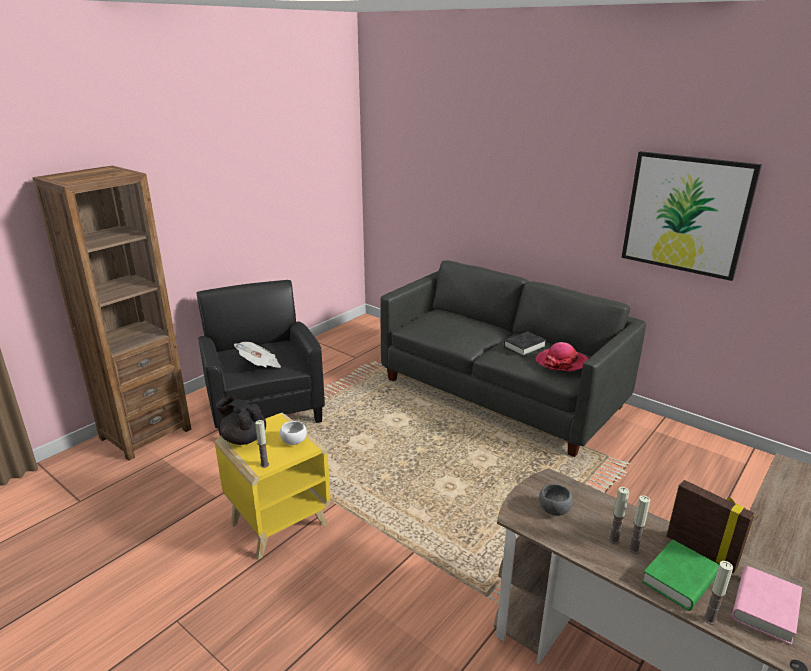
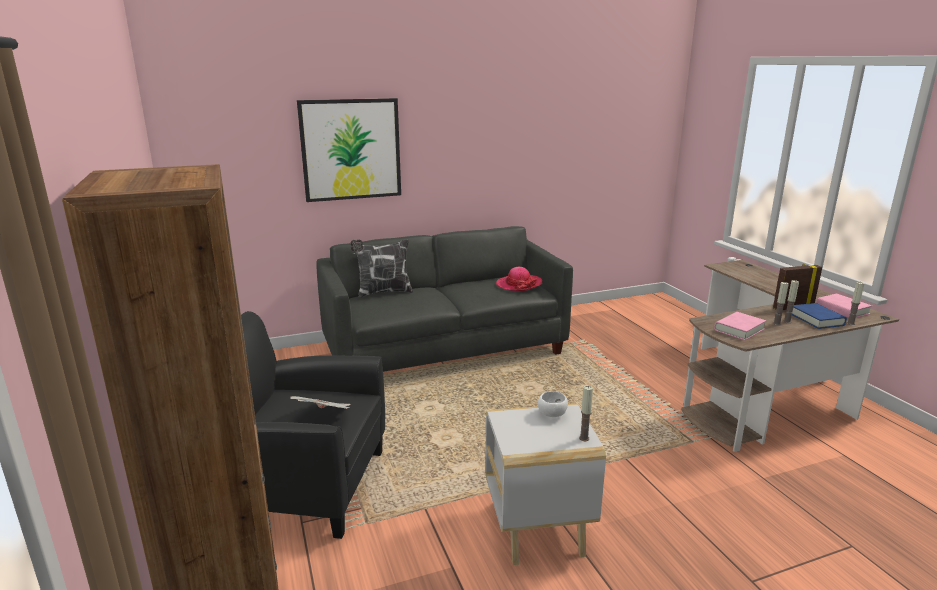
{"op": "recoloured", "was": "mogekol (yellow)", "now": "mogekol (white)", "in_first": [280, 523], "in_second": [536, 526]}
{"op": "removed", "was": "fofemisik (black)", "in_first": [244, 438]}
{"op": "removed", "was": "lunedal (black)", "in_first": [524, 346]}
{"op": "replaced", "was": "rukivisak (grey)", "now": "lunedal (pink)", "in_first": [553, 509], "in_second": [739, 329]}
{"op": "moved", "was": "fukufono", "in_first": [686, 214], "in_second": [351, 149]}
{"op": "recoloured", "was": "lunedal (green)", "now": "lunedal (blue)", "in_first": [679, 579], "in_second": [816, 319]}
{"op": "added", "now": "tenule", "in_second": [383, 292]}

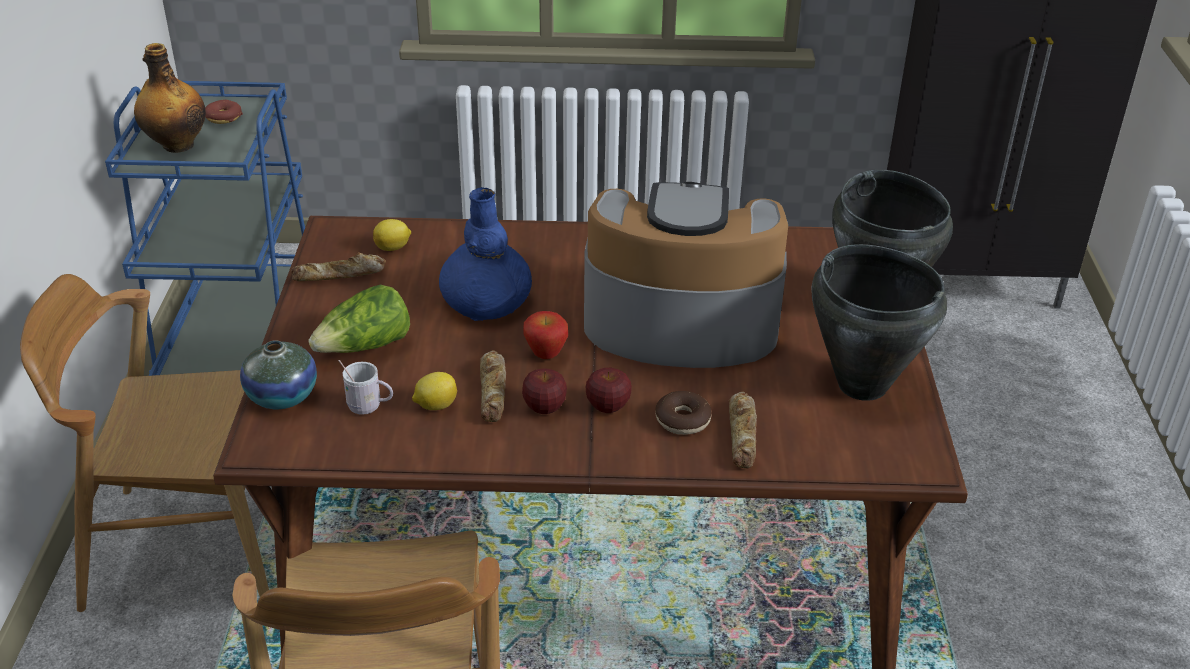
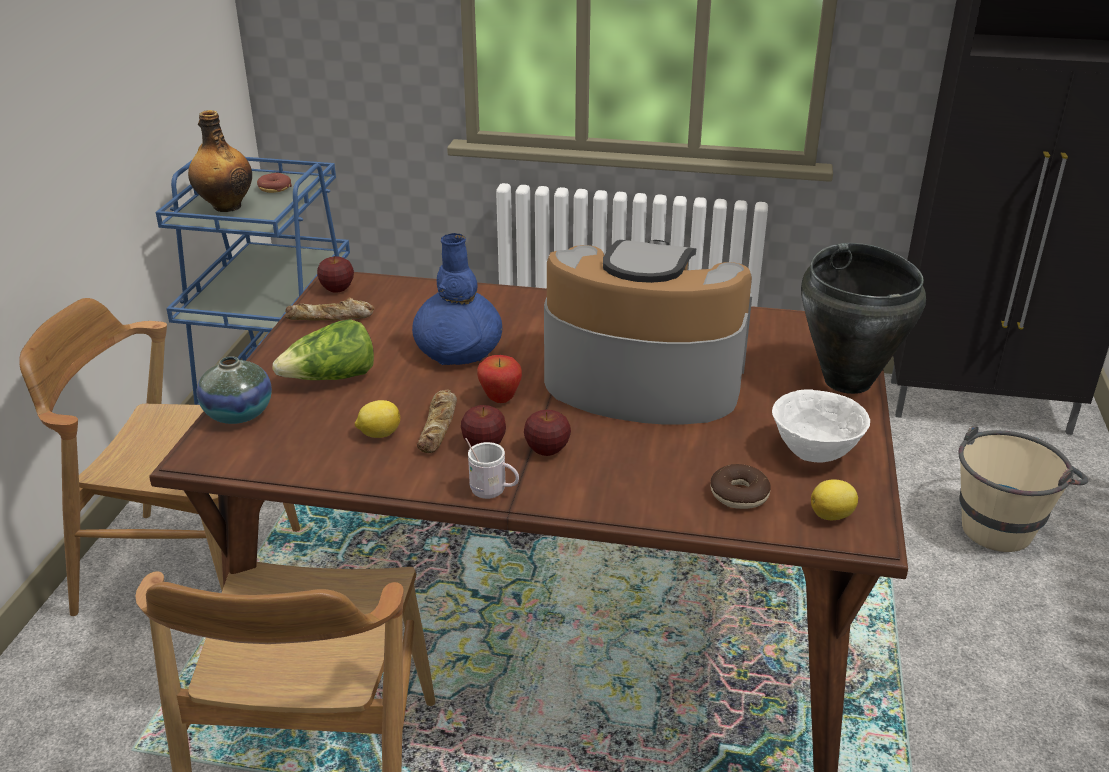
{"op": "moved", "was": "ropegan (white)", "in_first": [369, 407], "in_second": [493, 492]}
{"op": "moved", "was": "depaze", "in_first": [393, 248], "in_second": [832, 515]}
{"op": "moved", "was": "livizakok", "in_first": [682, 420], "in_second": [739, 494]}
{"op": "removed", "was": "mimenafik", "in_first": [743, 435]}
{"op": "replaced", "was": "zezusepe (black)", "now": "rukivisak (white)", "in_first": [862, 384], "in_second": [814, 452]}
{"op": "added", "now": "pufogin", "in_second": [337, 289]}
{"op": "added", "now": "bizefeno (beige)", "in_second": [1003, 523]}

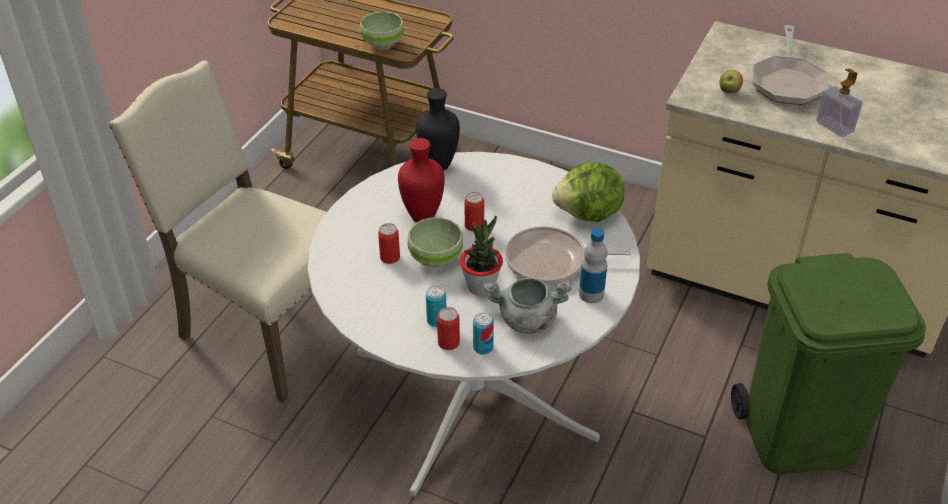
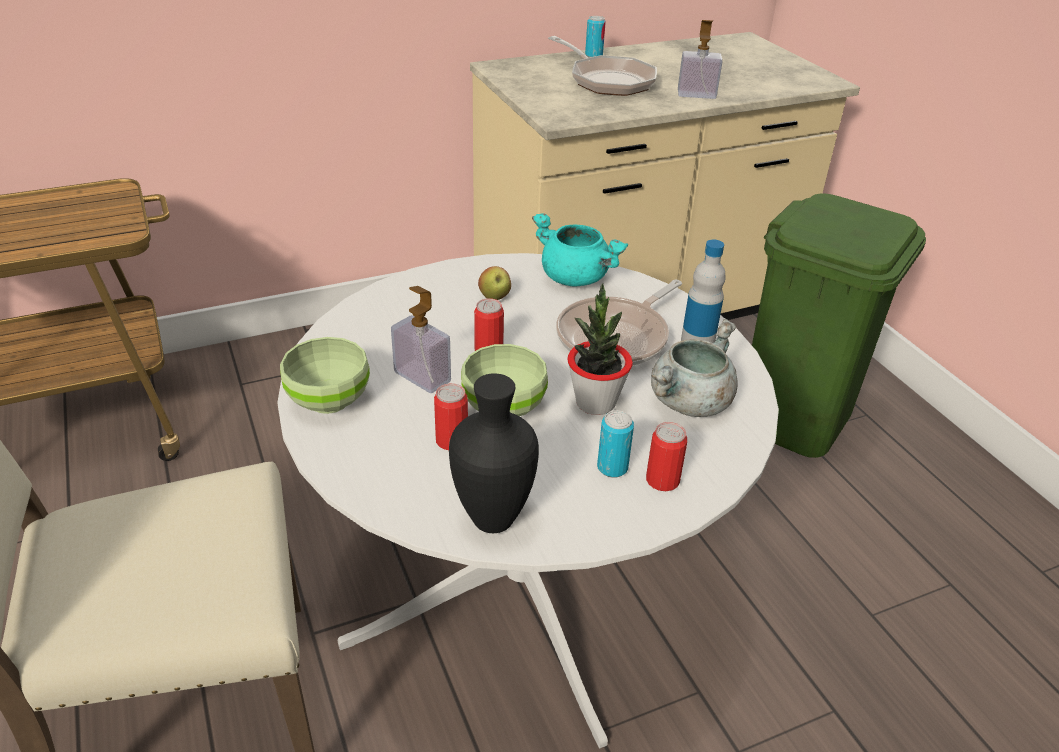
{"op": "moved", "was": "rukivisak (green)", "in_first": [383, 43], "in_second": [329, 399]}
{"op": "replaced", "was": "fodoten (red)", "now": "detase", "in_first": [424, 218], "in_second": [422, 377]}
{"op": "moved", "was": "fodoten (black)", "in_first": [440, 166], "in_second": [495, 518]}
{"op": "moved", "was": "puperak", "in_first": [483, 347], "in_second": [593, 55]}
{"op": "replaced", "was": "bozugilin", "now": "zezusepe (turquoise)", "in_first": [589, 214], "in_second": [576, 278]}
{"op": "moved", "was": "pufogin", "in_first": [728, 91], "in_second": [494, 297]}

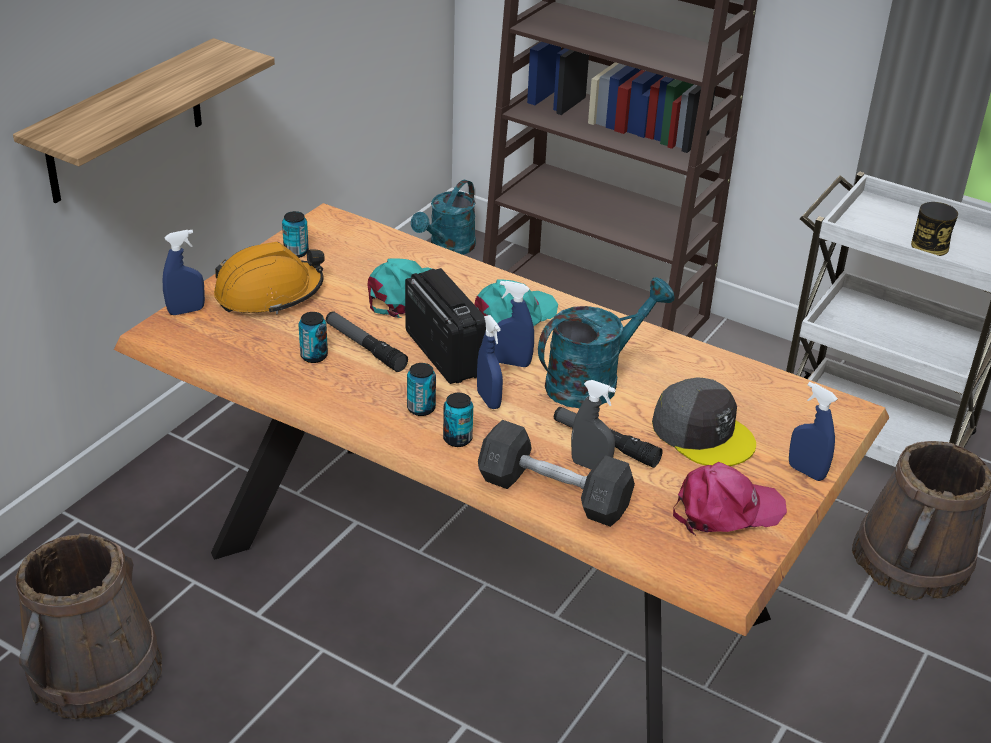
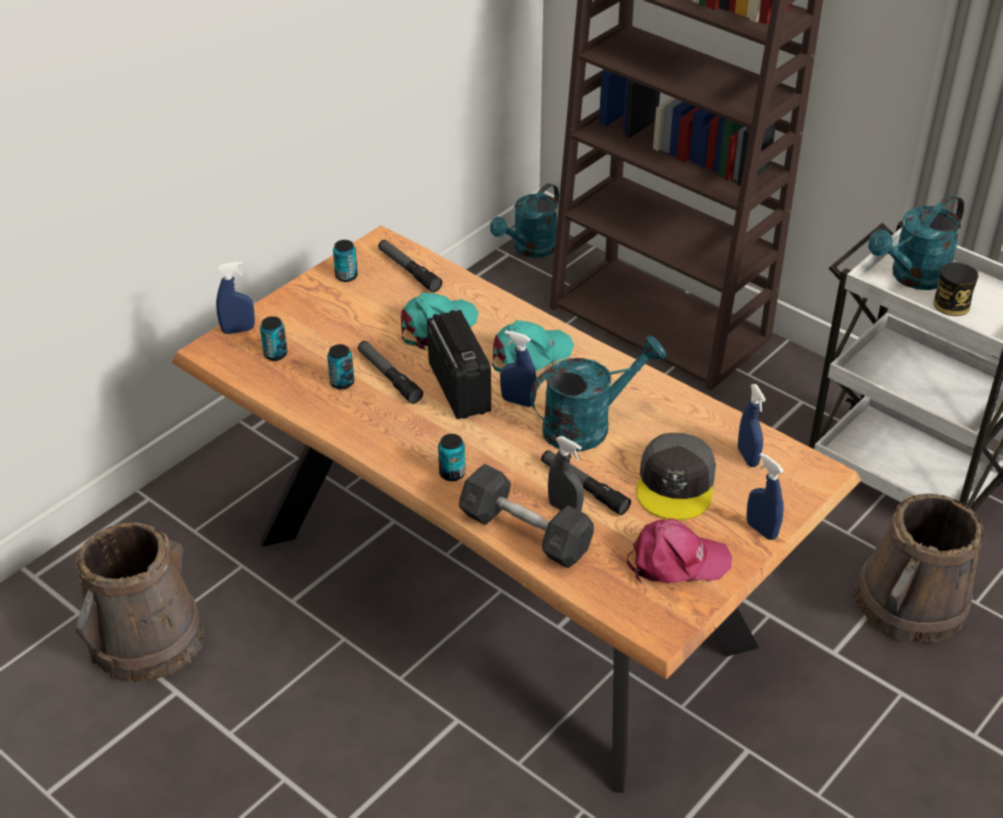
{"op": "removed", "was": "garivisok", "in_first": [125, 122]}
{"op": "removed", "was": "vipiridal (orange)", "in_first": [269, 294]}
{"op": "moved", "was": "puperak", "in_first": [421, 408], "in_second": [275, 354]}
{"op": "moved", "was": "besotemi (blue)", "in_first": [488, 400], "in_second": [748, 457]}
{"op": "turned", "was": "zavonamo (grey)", "in_first": [703, 433], "in_second": [676, 484], "clockwise": 45}
{"op": "added", "now": "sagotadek", "in_second": [409, 270]}
{"op": "added", "now": "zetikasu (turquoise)", "in_second": [913, 278]}

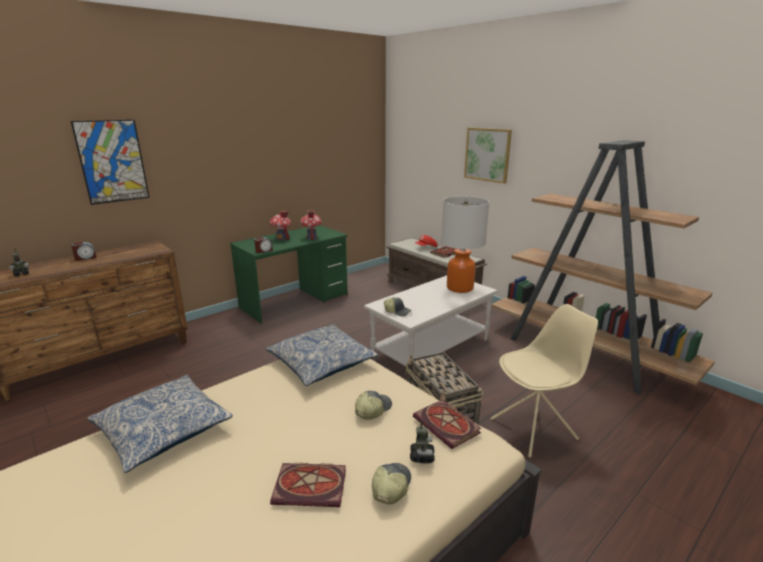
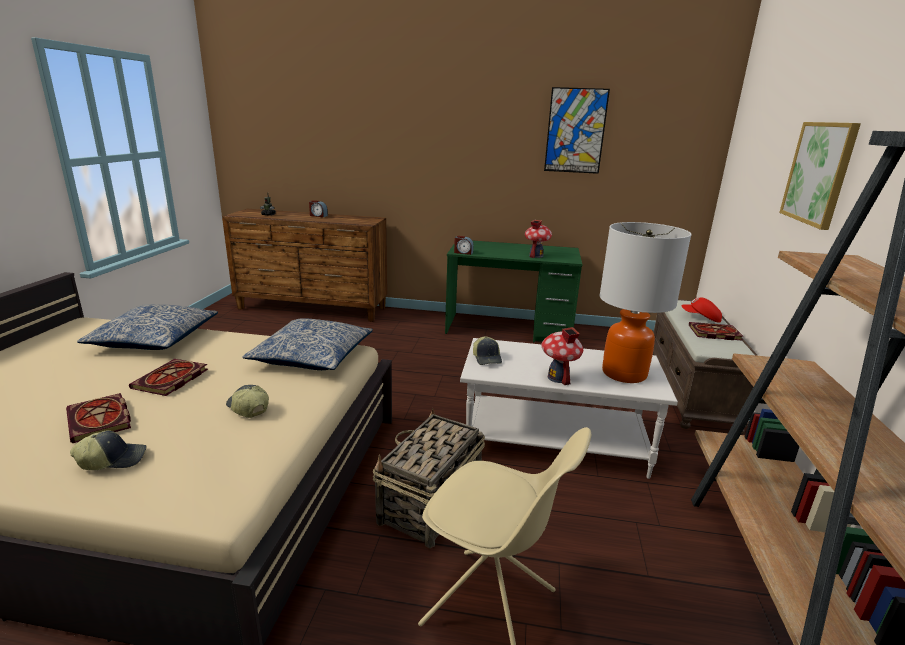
{"op": "moved", "was": "fukufono", "in_first": [112, 161], "in_second": [575, 131]}
{"op": "moved", "was": "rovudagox", "in_first": [281, 238], "in_second": [558, 377]}
{"op": "turned", "was": "zavonamo", "in_first": [372, 409], "in_second": [247, 408], "clockwise": -135}
{"op": "removed", "was": "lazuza", "in_first": [422, 456]}
{"op": "moved", "was": "lunedal", "in_first": [448, 426], "in_second": [170, 380]}

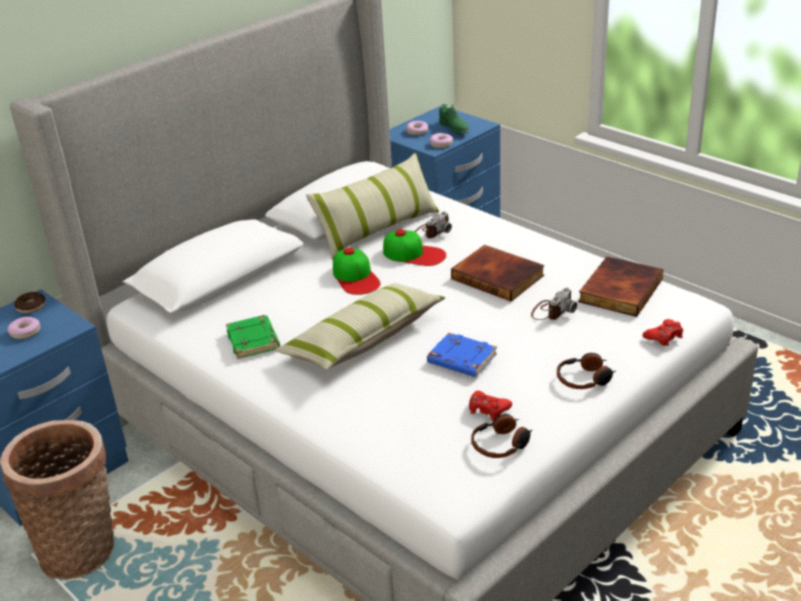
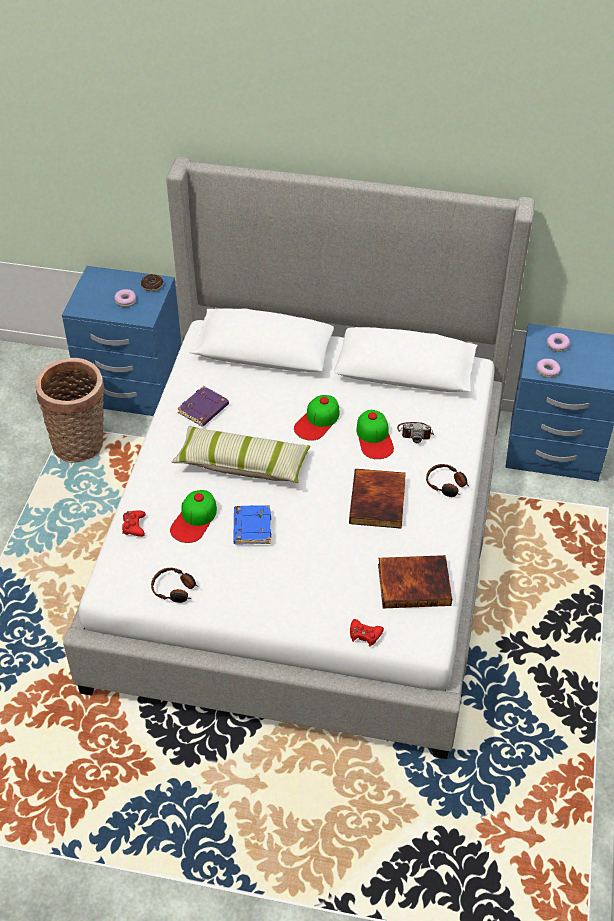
{"op": "recoloured", "was": "lunedal (green)", "now": "lunedal (purple)", "in_first": [254, 341], "in_second": [203, 410]}
{"op": "removed", "was": "tenule", "in_first": [377, 229]}
{"op": "removed", "was": "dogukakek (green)", "in_first": [454, 129]}
{"op": "moved", "was": "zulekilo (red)", "in_first": [488, 409], "in_second": [134, 526]}
{"op": "removed", "was": "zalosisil", "in_first": [552, 311]}
{"op": "moved", "was": "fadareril", "in_first": [585, 379], "in_second": [446, 484]}
{"op": "added", "now": "zavonamo", "in_second": [194, 519]}

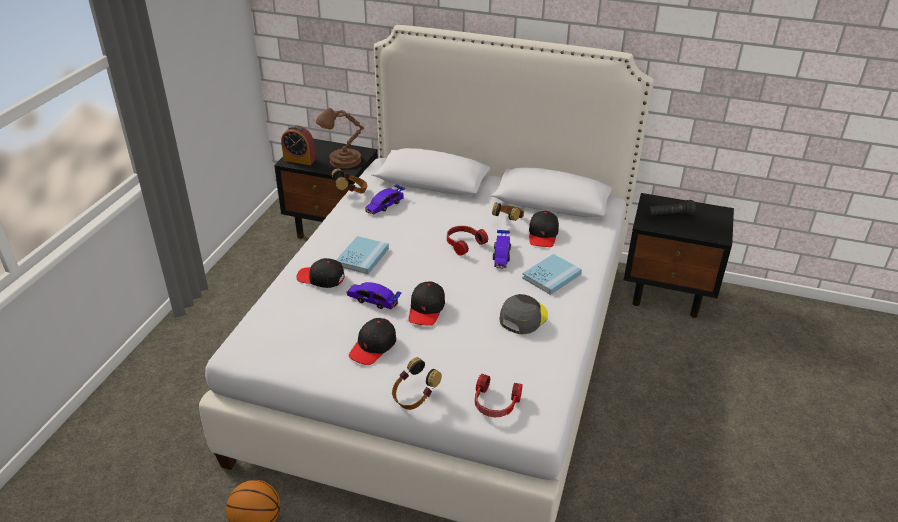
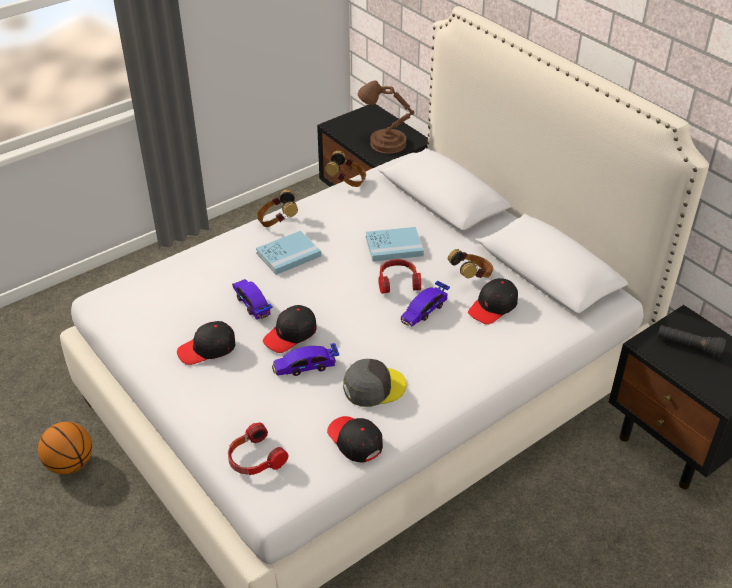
{"op": "removed", "was": "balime", "in_first": [299, 160]}
{"op": "moved", "was": "zavonamo (black)", "in_first": [321, 278], "in_second": [354, 441]}
{"op": "moved", "was": "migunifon", "in_first": [385, 205], "in_second": [305, 366]}
{"op": "moved", "was": "fadareril", "in_first": [414, 397], "in_second": [277, 221]}
{"op": "moved", "was": "lunedal (blue)", "in_first": [551, 276], "in_second": [394, 246]}

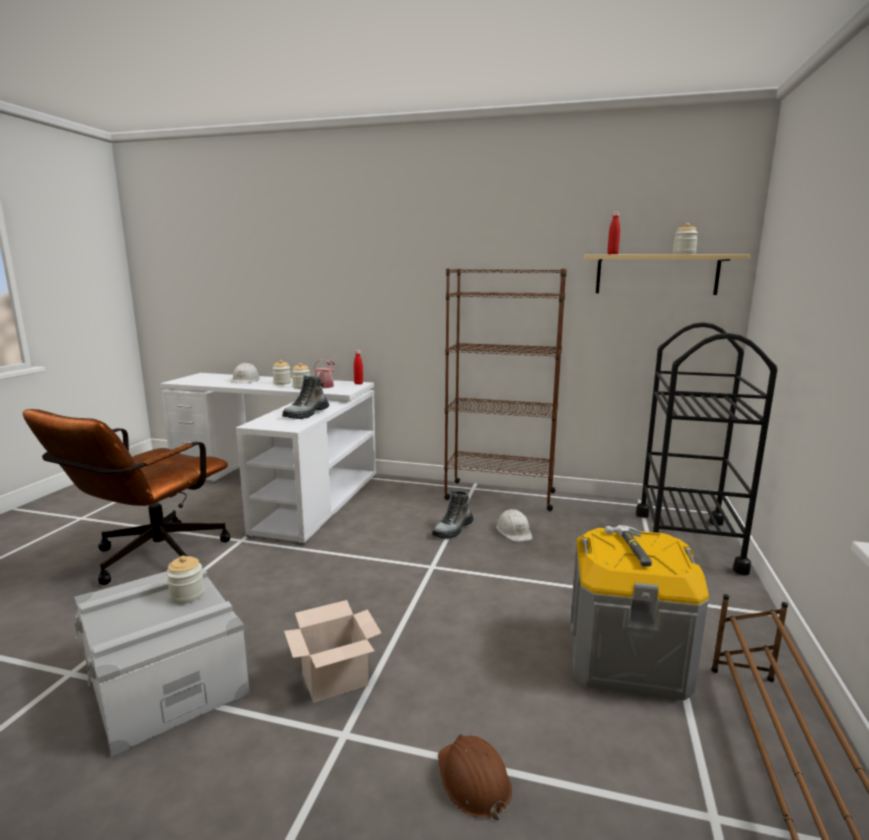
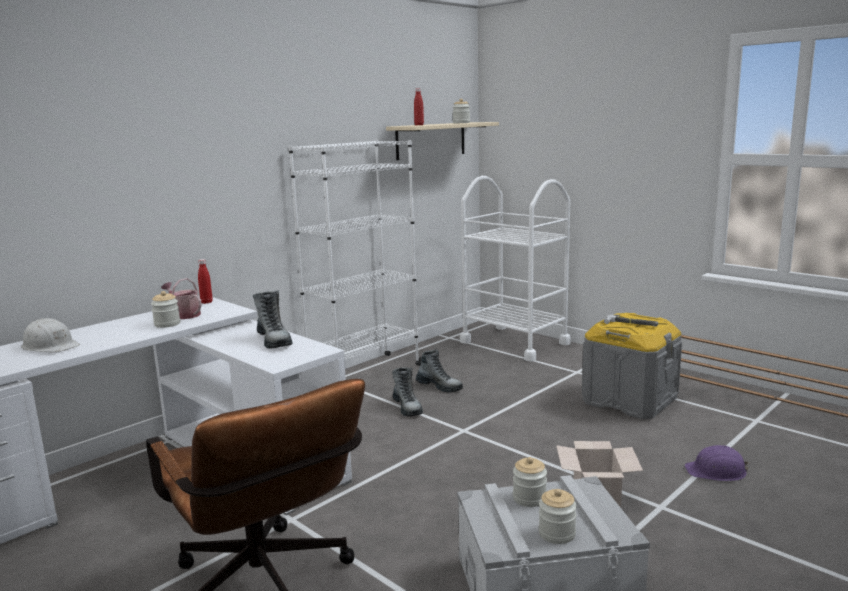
{"op": "moved", "was": "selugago", "in_first": [282, 383], "in_second": [557, 534]}
{"op": "recoloured", "was": "vipiridal (brown)", "now": "vipiridal (purple)", "in_first": [473, 780], "in_second": [716, 471]}
{"op": "recoloured", "was": "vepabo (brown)", "now": "vepabo (white)", "in_first": [499, 495], "in_second": [365, 374]}
{"op": "replaced", "was": "vipiridal (white)", "now": "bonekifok", "in_first": [514, 531], "in_second": [439, 386]}
{"op": "recoloured", "was": "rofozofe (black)", "now": "rofozofe (white)", "in_first": [687, 540], "in_second": [514, 343]}

